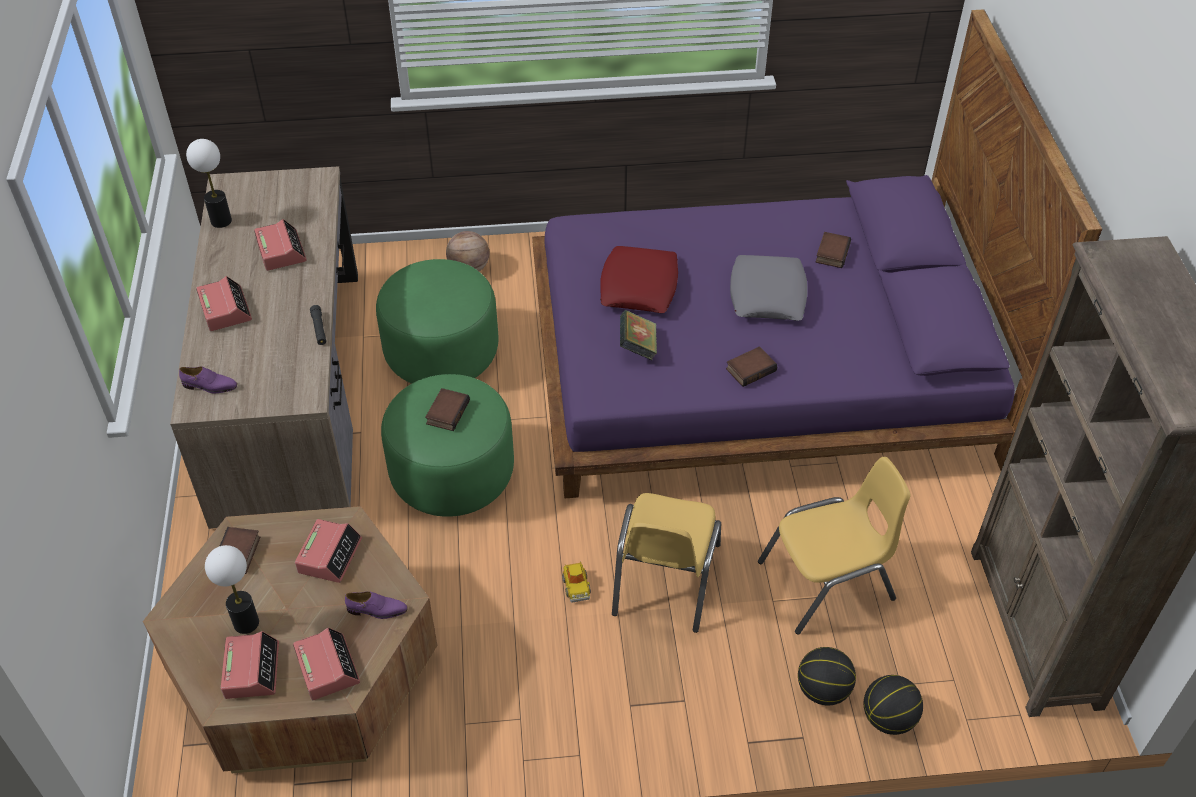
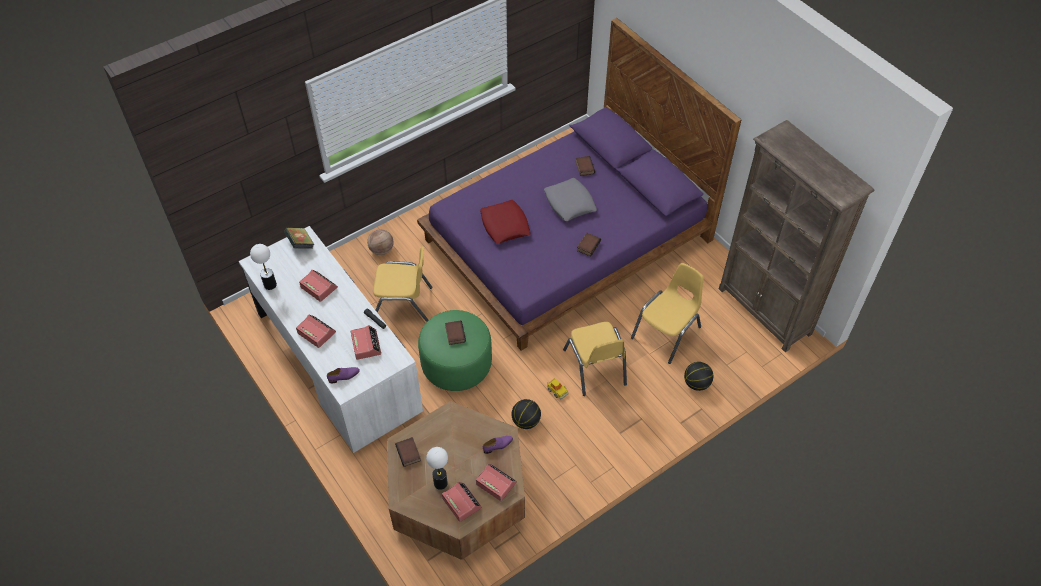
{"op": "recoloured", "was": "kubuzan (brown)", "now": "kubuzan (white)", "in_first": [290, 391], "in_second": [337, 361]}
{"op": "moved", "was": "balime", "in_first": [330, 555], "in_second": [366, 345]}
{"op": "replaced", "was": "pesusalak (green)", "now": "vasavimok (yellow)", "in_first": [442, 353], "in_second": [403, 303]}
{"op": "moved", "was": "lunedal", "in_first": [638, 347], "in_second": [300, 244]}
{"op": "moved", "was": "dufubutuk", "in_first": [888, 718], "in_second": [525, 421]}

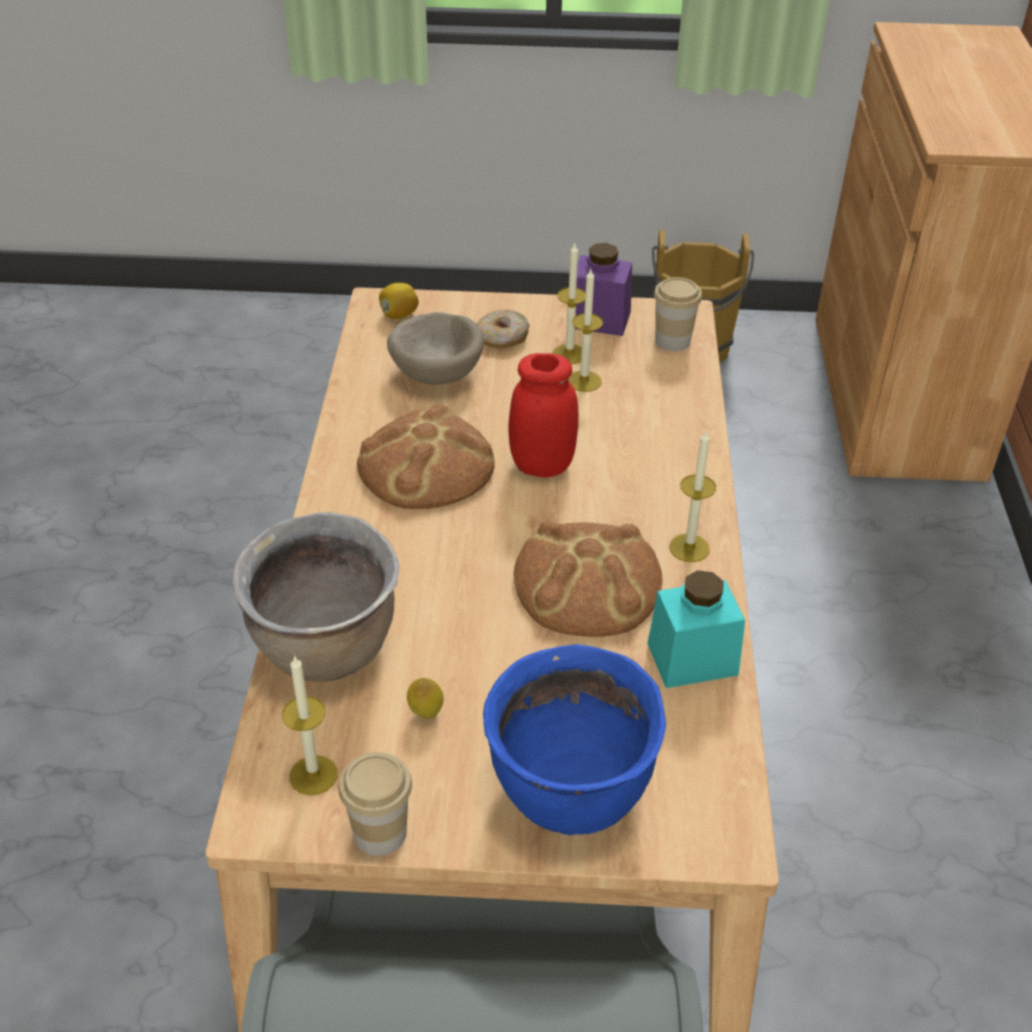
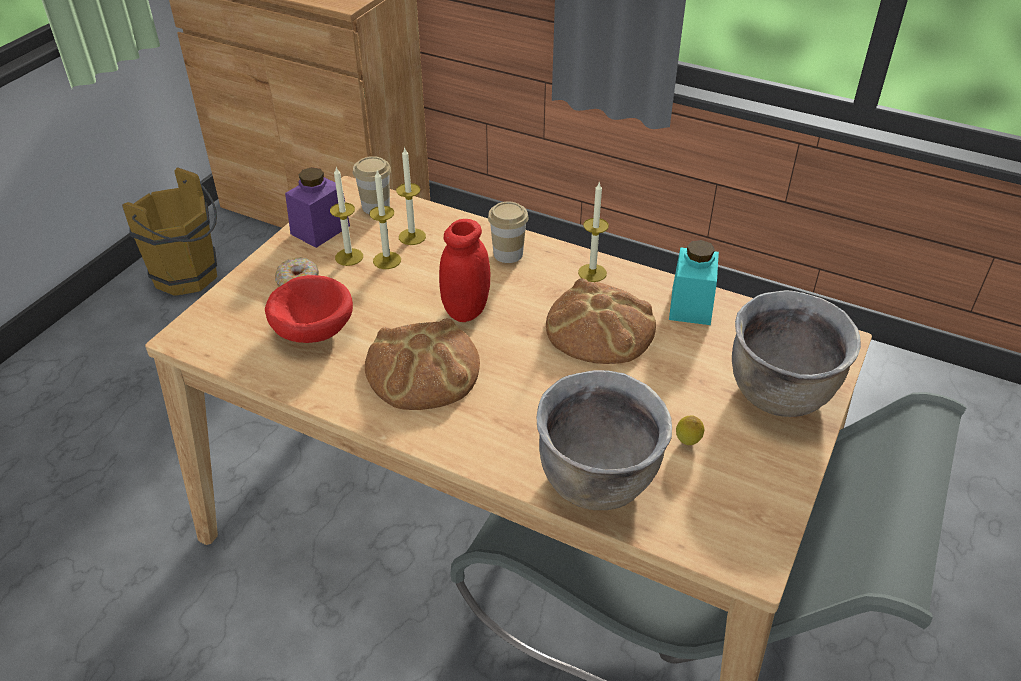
{"op": "moved", "was": "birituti", "in_first": [313, 775], "in_second": [412, 236]}
{"op": "moved", "was": "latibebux", "in_first": [380, 833], "in_second": [508, 254]}
{"op": "removed", "was": "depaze", "in_first": [399, 315]}
{"op": "recoloured", "was": "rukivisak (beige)", "now": "rukivisak (red)", "in_first": [437, 372], "in_second": [312, 329]}
{"op": "recoloured", "was": "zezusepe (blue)", "now": "zezusepe (brown)", "in_first": [570, 792], "in_second": [780, 394]}

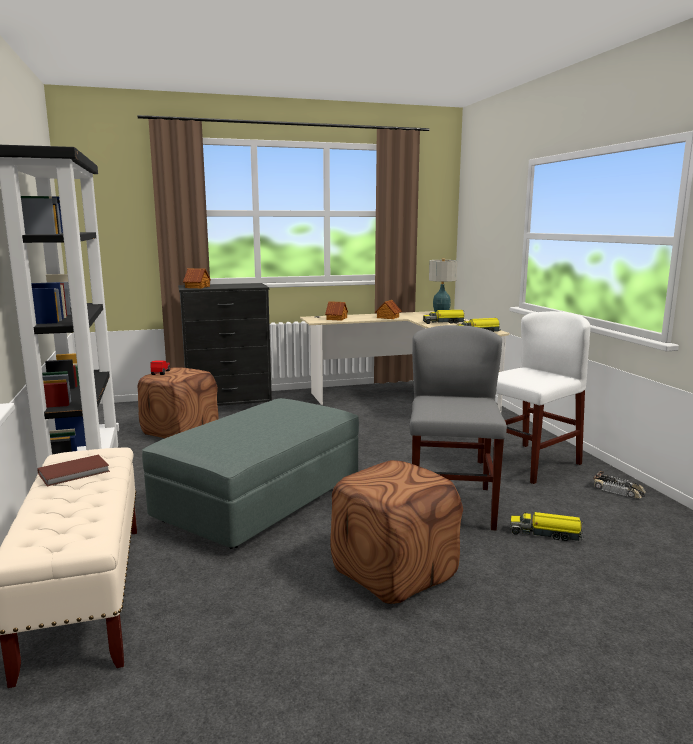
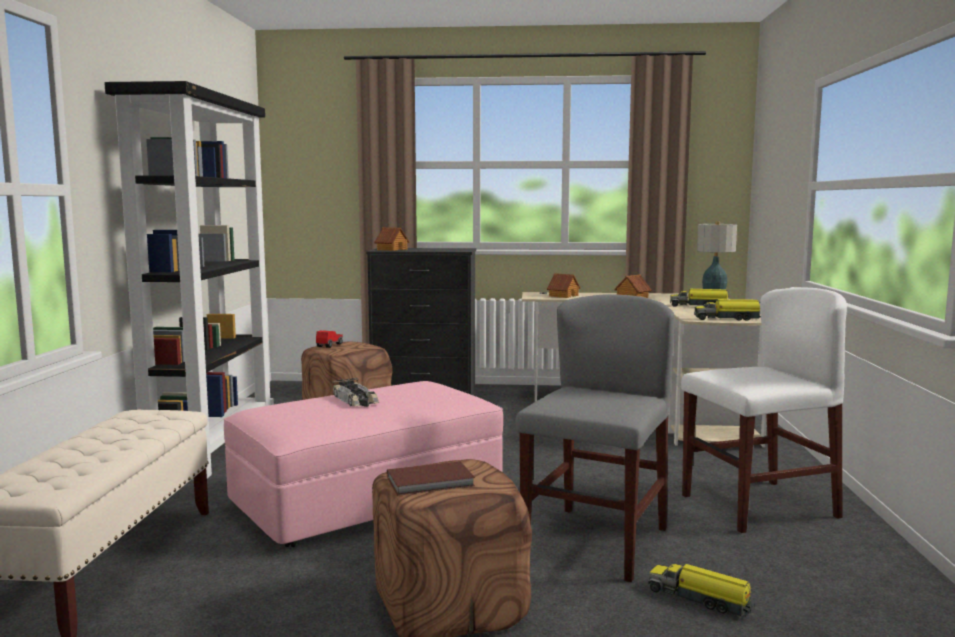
{"op": "moved", "was": "lunedal (brown)", "in_first": [75, 473], "in_second": [431, 482]}
{"op": "recoloured", "was": "pesusalak (grey)", "now": "pesusalak (pink)", "in_first": [261, 499], "in_second": [368, 500]}
{"op": "moved", "was": "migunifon", "in_first": [619, 490], "in_second": [355, 400]}

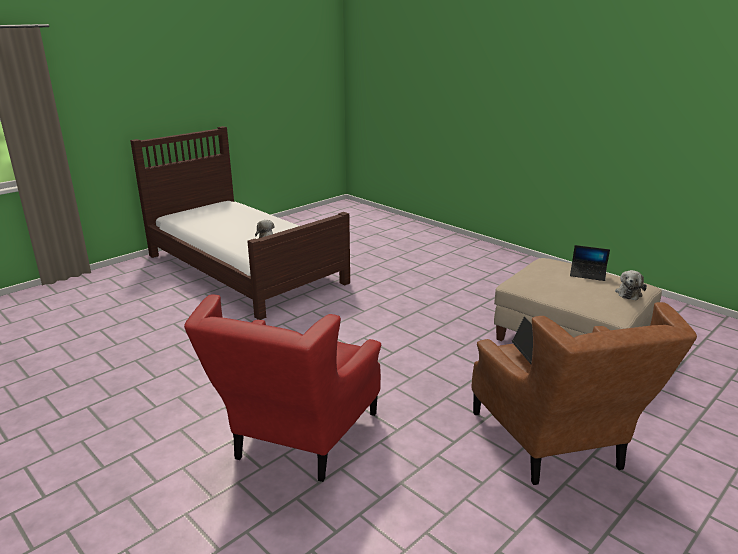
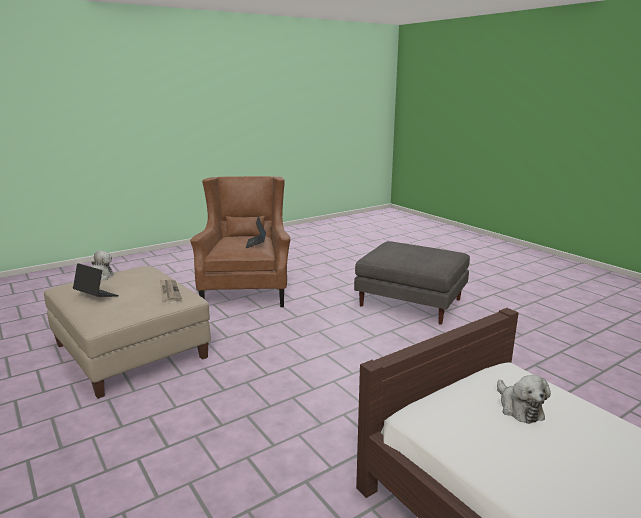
{"op": "replaced", "was": "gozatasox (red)", "now": "pesusalak (grey)", "in_first": [297, 442], "in_second": [412, 303]}
{"op": "added", "now": "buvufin", "in_second": [169, 291]}

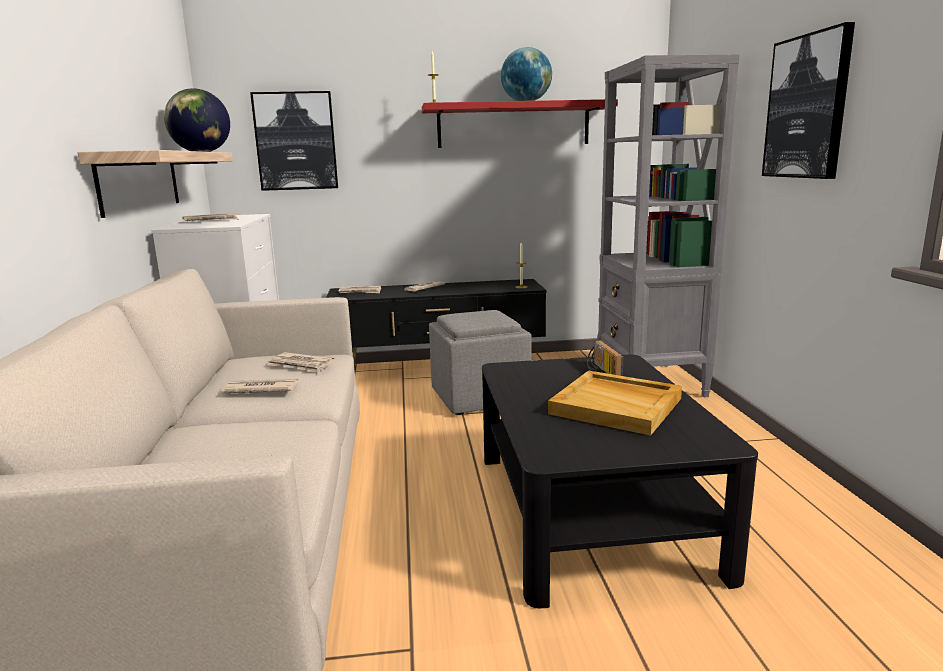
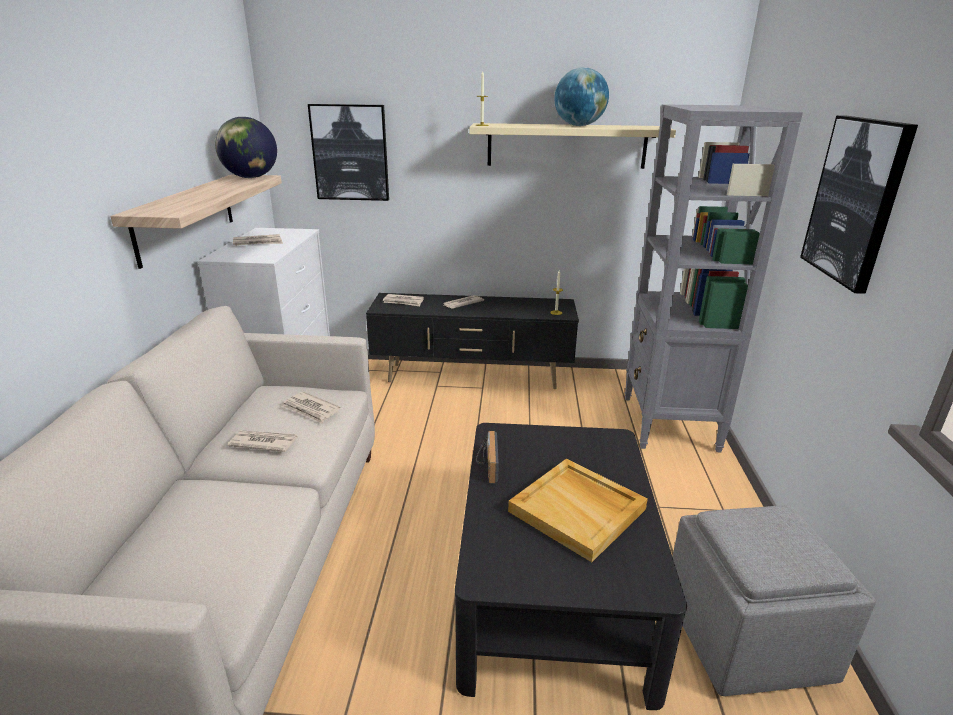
{"op": "recoloured", "was": "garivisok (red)", "now": "garivisok (beige)", "in_first": [513, 125], "in_second": [566, 146]}
{"op": "moved", "was": "pesusalak (grey)", "in_first": [480, 397], "in_second": [746, 636]}
{"op": "moved", "was": "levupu", "in_first": [601, 371], "in_second": [486, 465]}

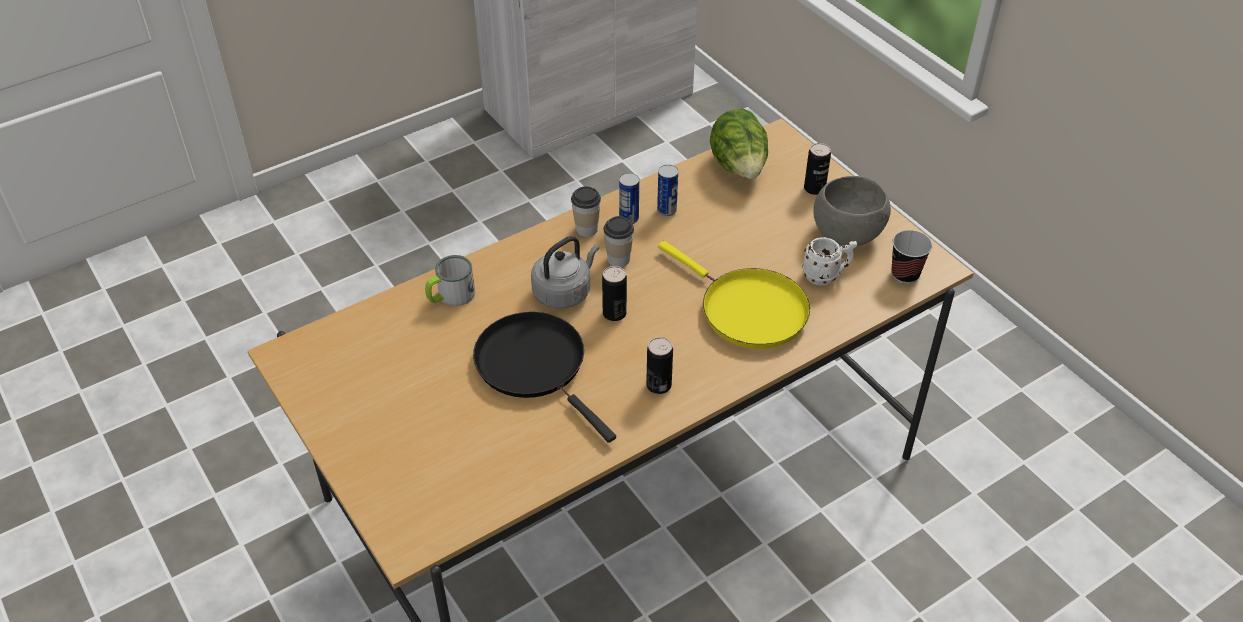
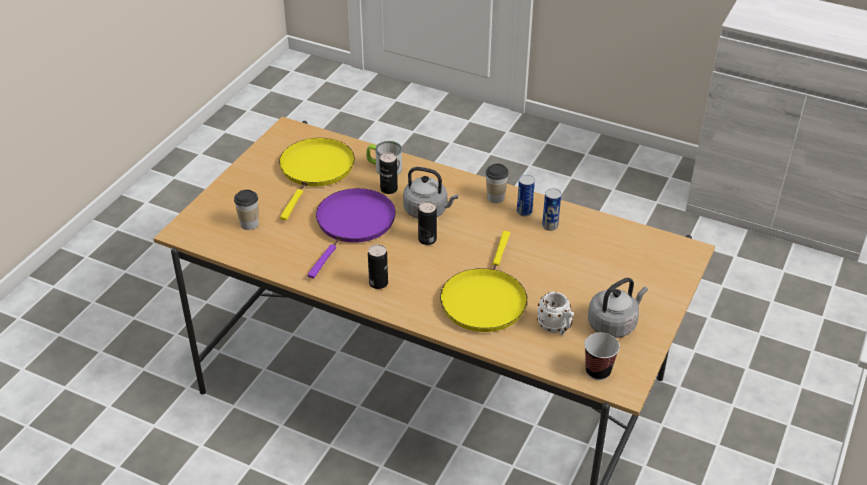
{"op": "recoloured", "was": "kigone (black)", "now": "kigone (purple)", "in_first": [535, 365], "in_second": [353, 224]}
{"op": "moved", "was": "latibebux", "in_first": [618, 259], "in_second": [249, 224]}
{"op": "removed", "was": "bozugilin", "in_first": [739, 168]}
{"op": "moved", "was": "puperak", "in_first": [814, 188], "in_second": [389, 189]}
{"op": "replaced", "was": "rukivisak (grey)", "now": "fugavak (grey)", "in_first": [846, 233], "in_second": [614, 324]}
{"op": "added", "now": "kigone (yellow)", "in_second": [315, 170]}

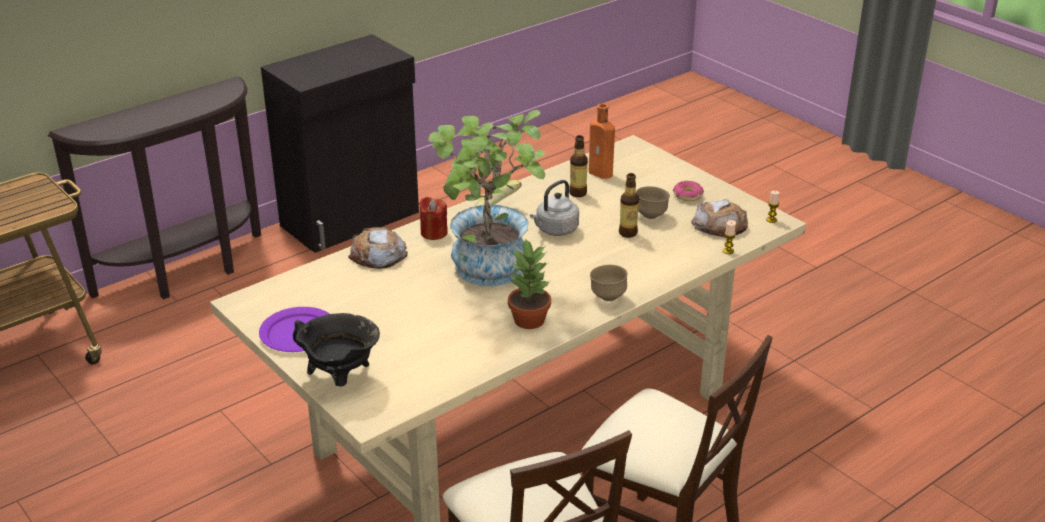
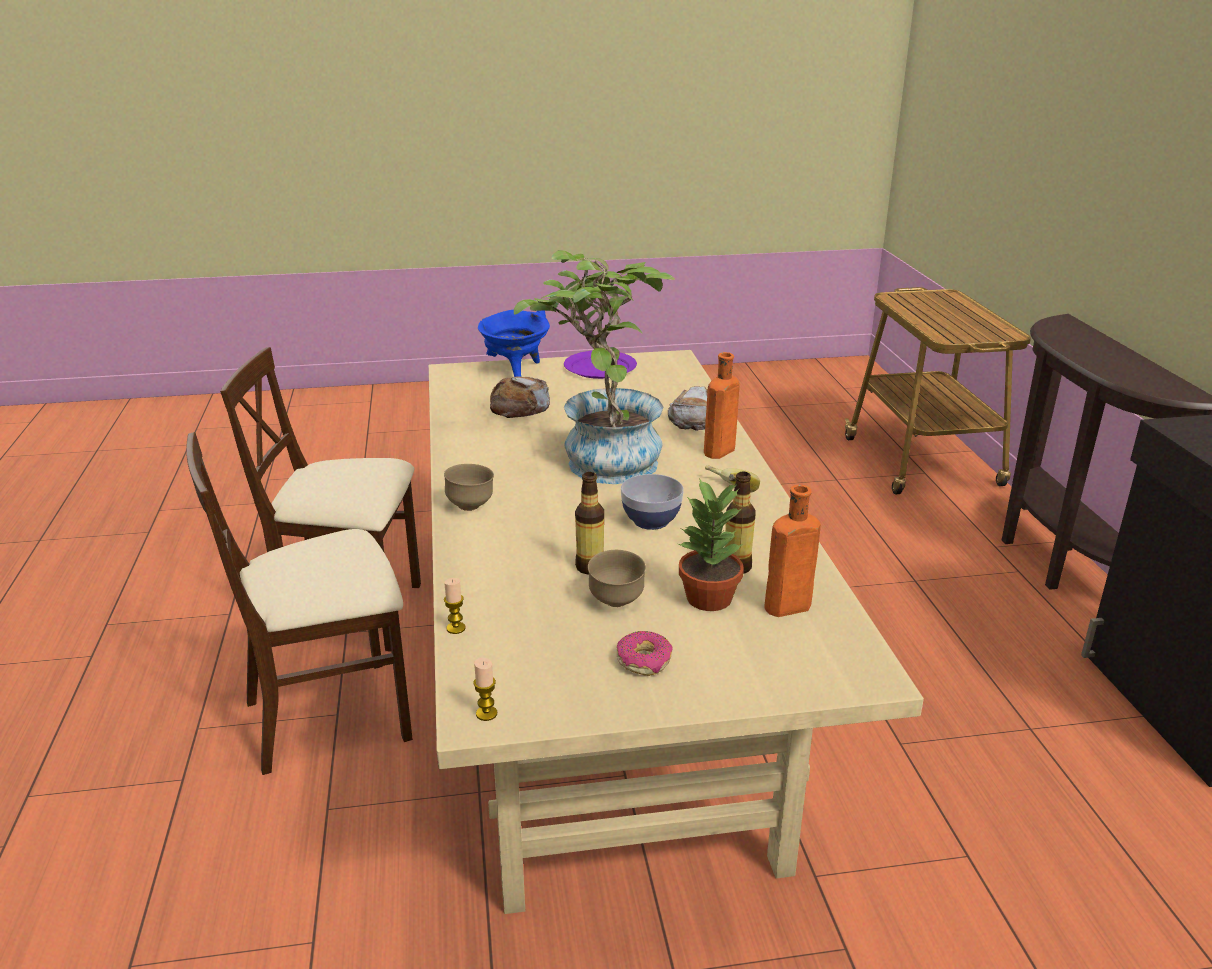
{"op": "recoloured", "was": "zezusepe (black)", "now": "zezusepe (blue)", "in_first": [341, 378], "in_second": [515, 371]}
{"op": "replaced", "was": "birituti (red)", "now": "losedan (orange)", "in_first": [434, 233], "in_second": [718, 452]}
{"op": "moved", "was": "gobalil", "in_first": [530, 320], "in_second": [709, 599]}
{"op": "replaced", "was": "fugavak (grey)", "now": "rukivisak", "in_first": [555, 230], "in_second": [651, 520]}
{"op": "moved", "was": "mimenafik", "in_first": [720, 225], "in_second": [519, 406]}

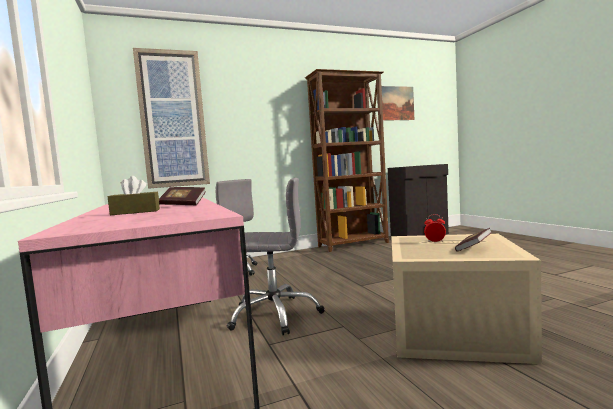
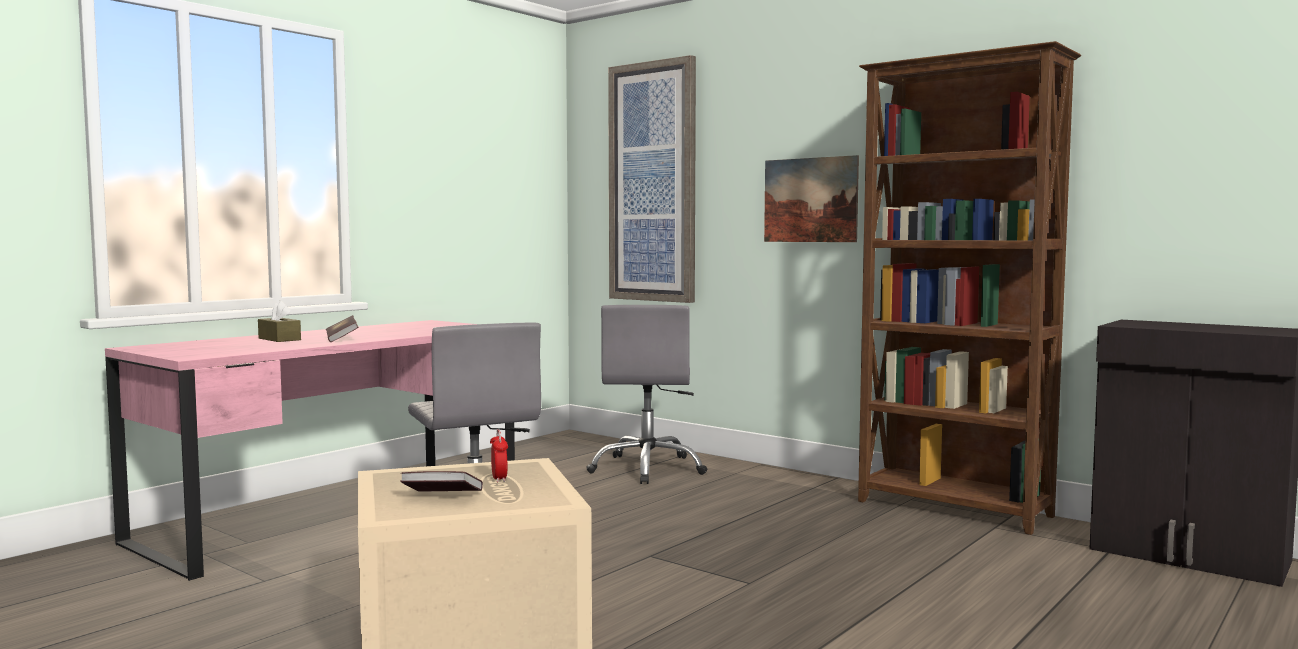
{"op": "moved", "was": "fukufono", "in_first": [396, 103], "in_second": [810, 200]}

